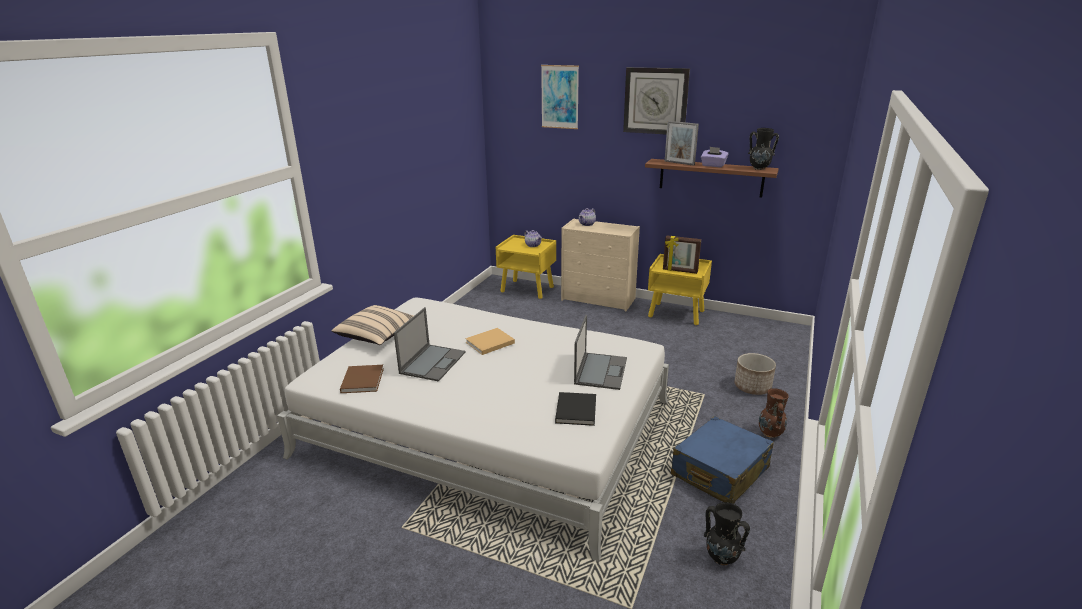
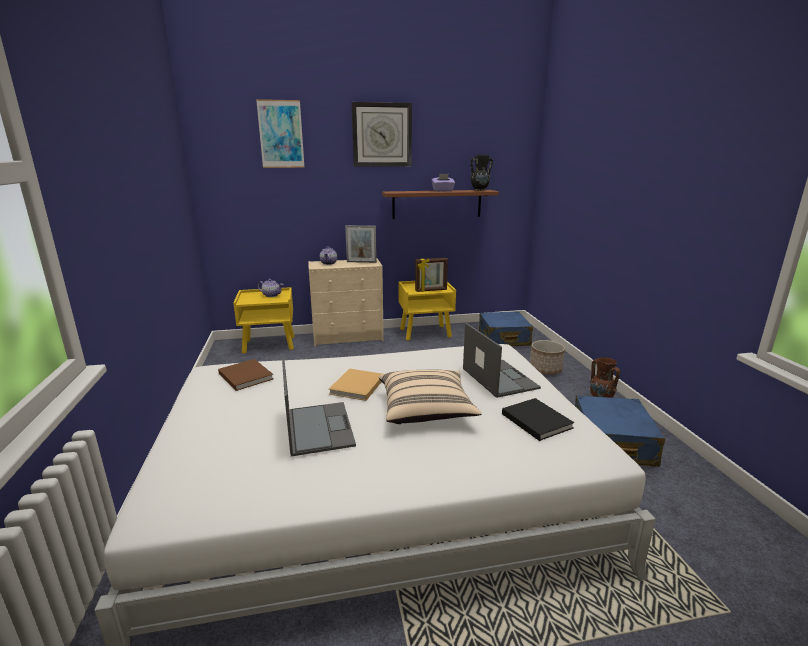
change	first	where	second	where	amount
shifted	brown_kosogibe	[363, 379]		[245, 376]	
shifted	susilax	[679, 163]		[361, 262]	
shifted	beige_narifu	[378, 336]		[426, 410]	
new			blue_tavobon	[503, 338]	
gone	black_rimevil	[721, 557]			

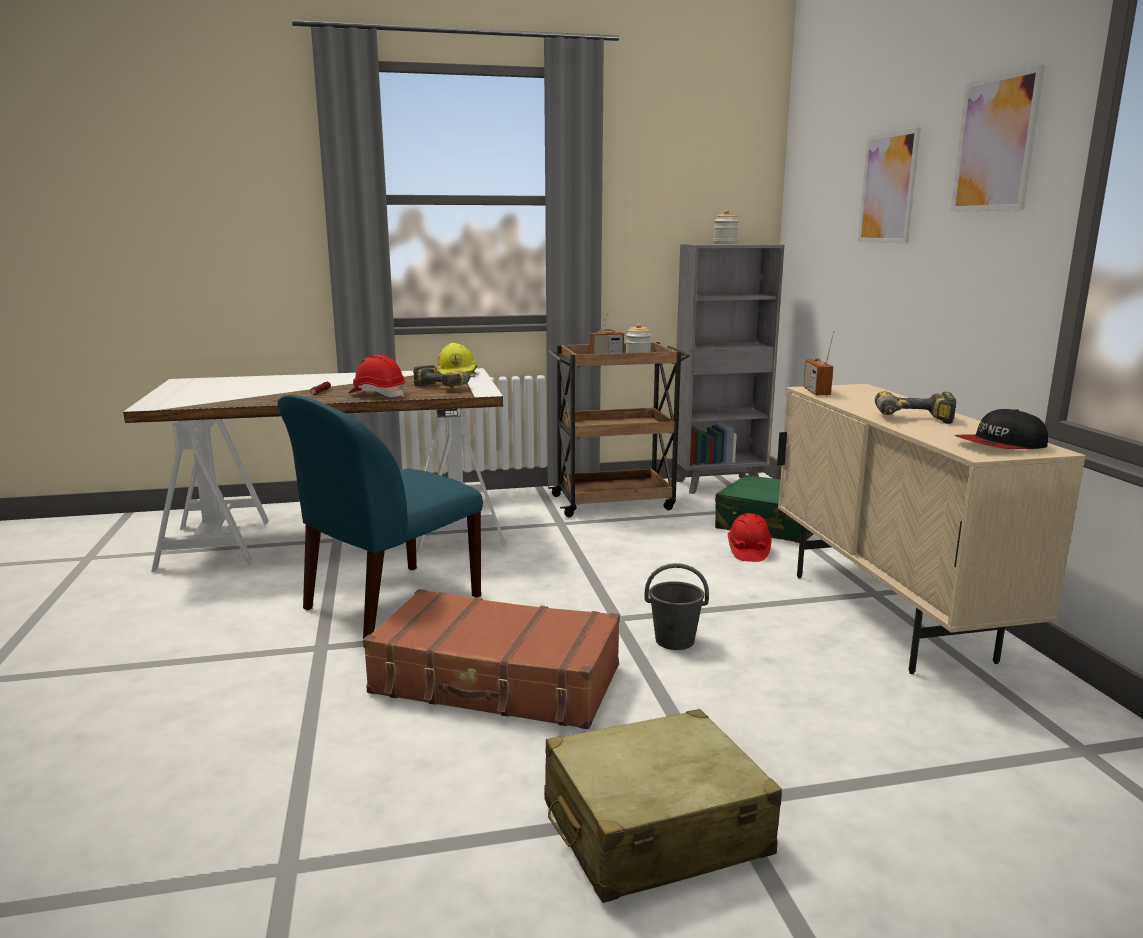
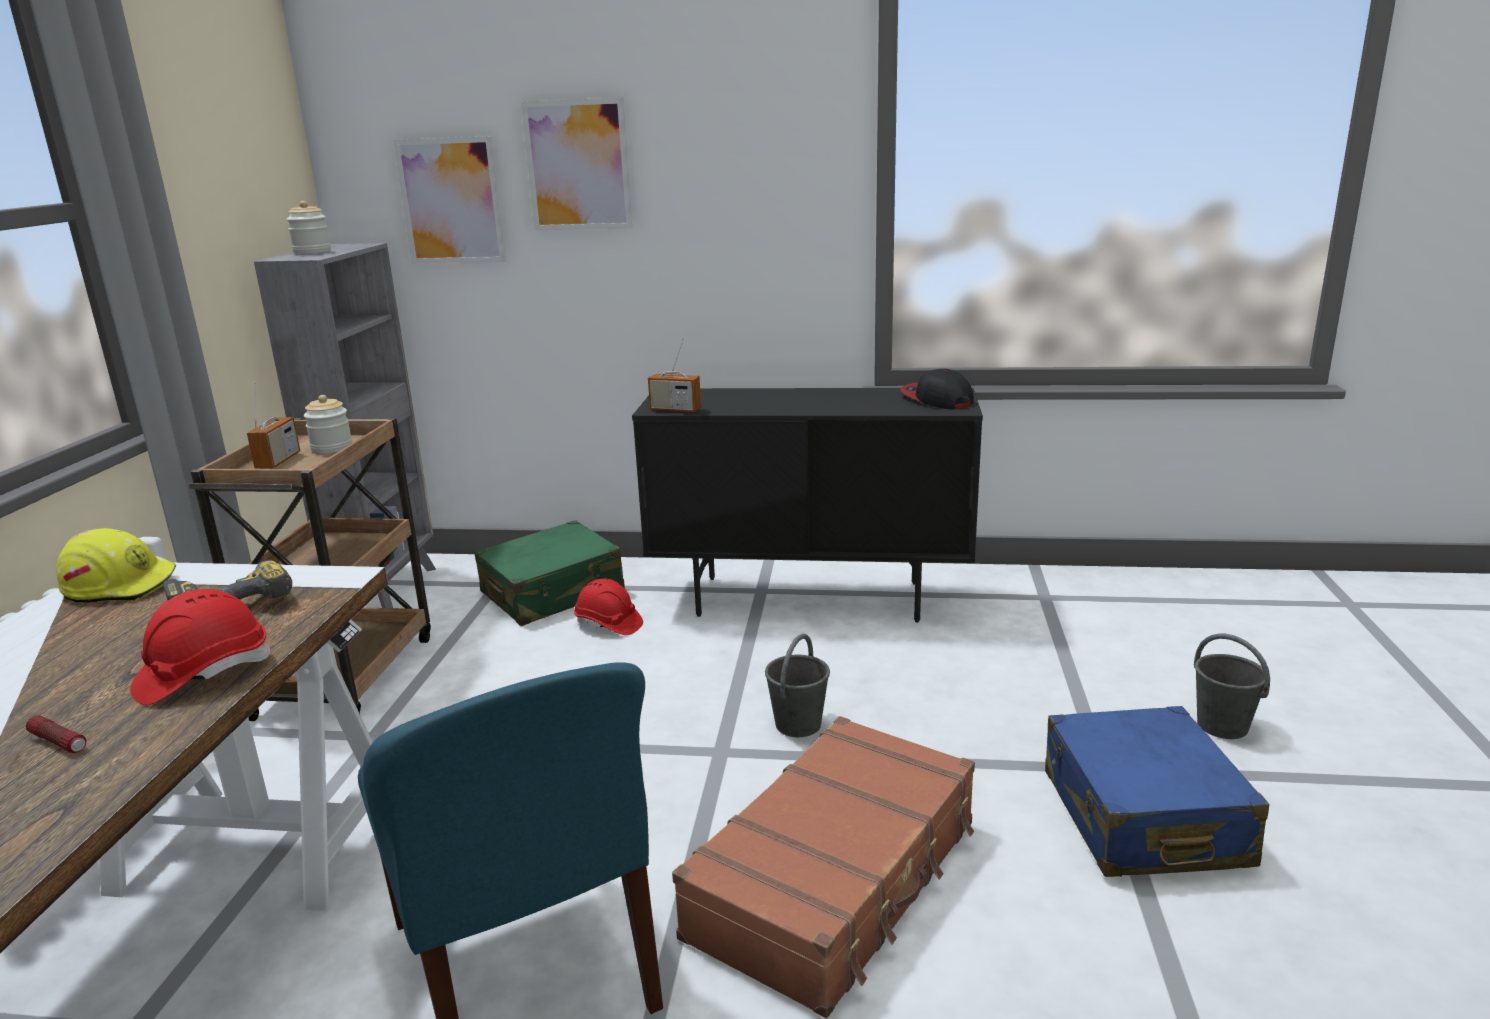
change	first	where	second	where	amount
shifted	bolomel	[995, 144]		[451, 201]	
repainted	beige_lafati	[887, 616]	black_lafati	[810, 599]	
rotated	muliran	[1000, 445]		[936, 399]	150 degrees clockwise
repainted	beige_tavobon	[654, 829]	blue_tavobon	[1142, 818]	
new			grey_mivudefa	[1223, 726]	
gone	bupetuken	[913, 420]			

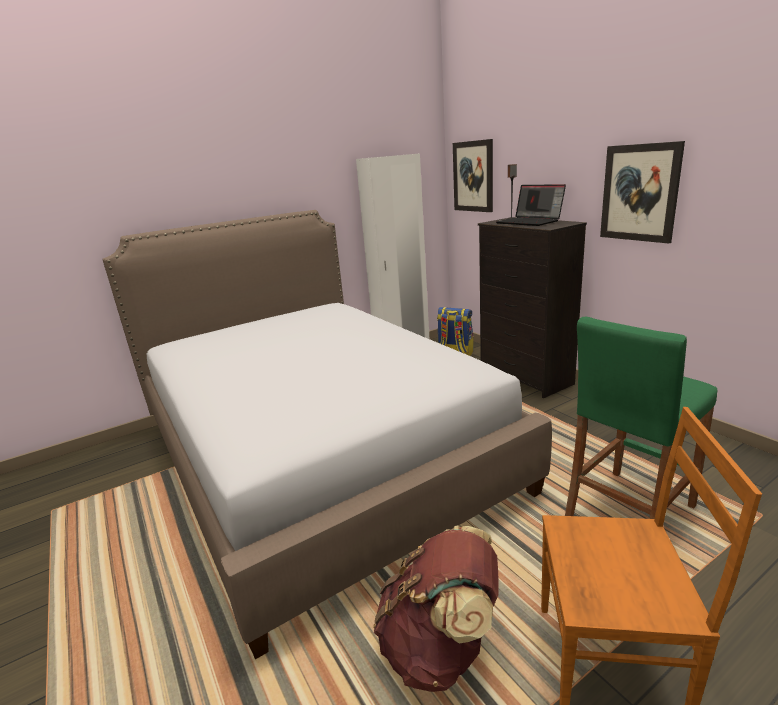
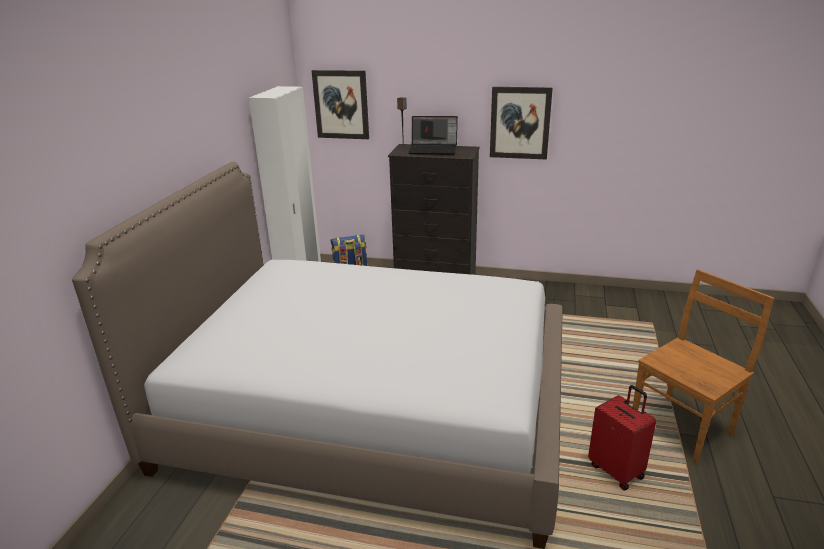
change	first	where	second	where	amount
swapped	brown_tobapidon	[440, 647]	red_tavobon	[616, 470]	
gone	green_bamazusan	[628, 513]			

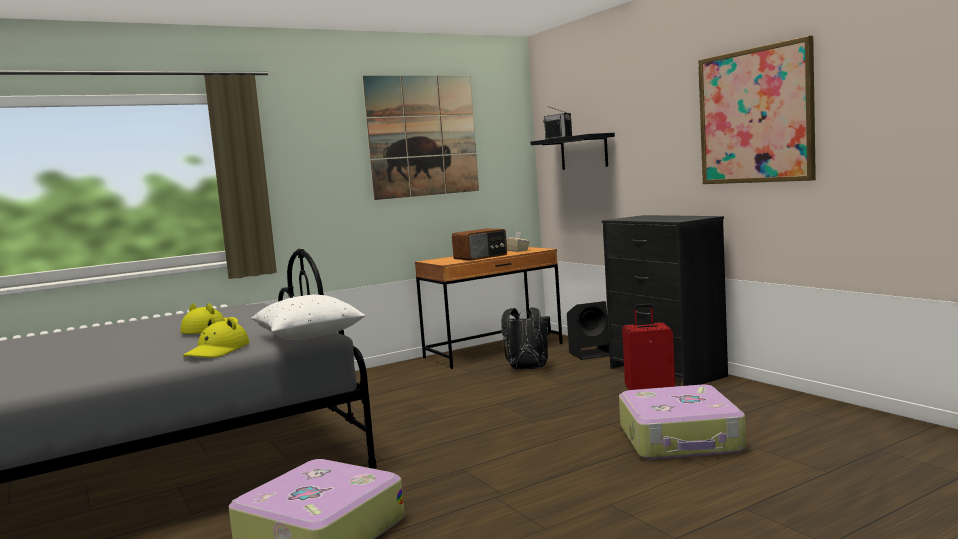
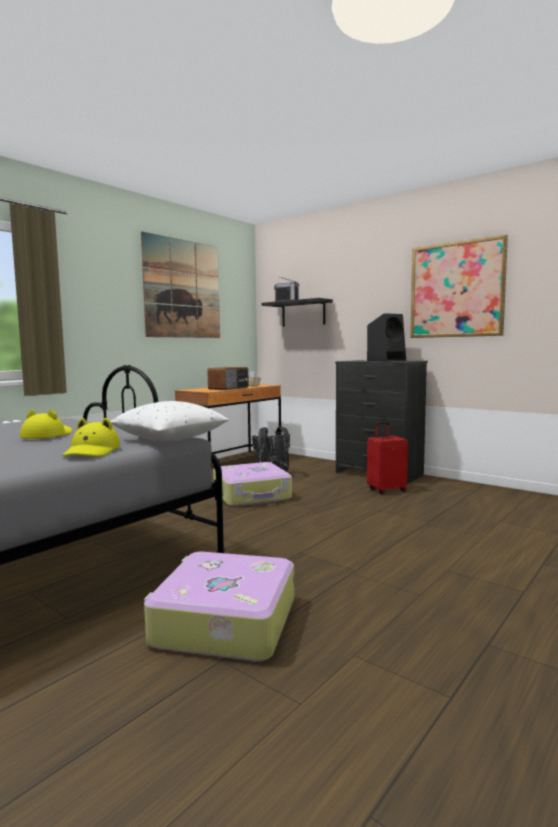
change	first	where	second	where	amount
shifted	tavobon	[681, 439]		[252, 495]	
shifted	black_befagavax	[590, 354]		[386, 360]	

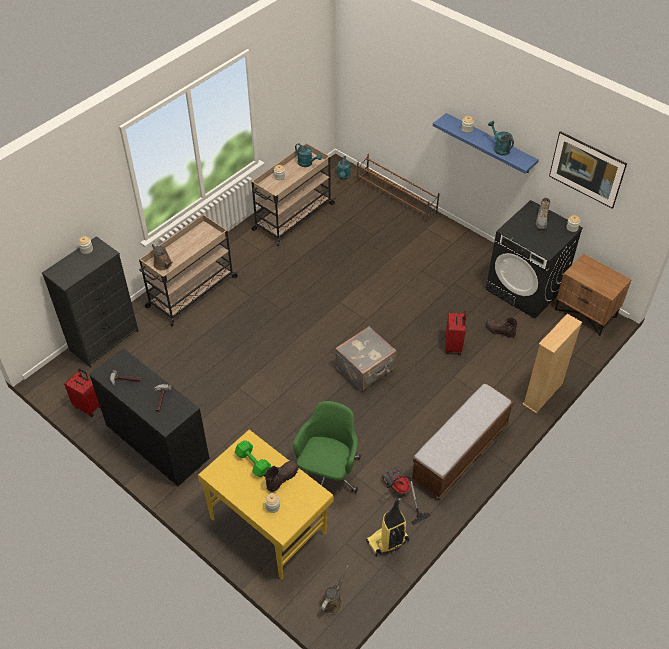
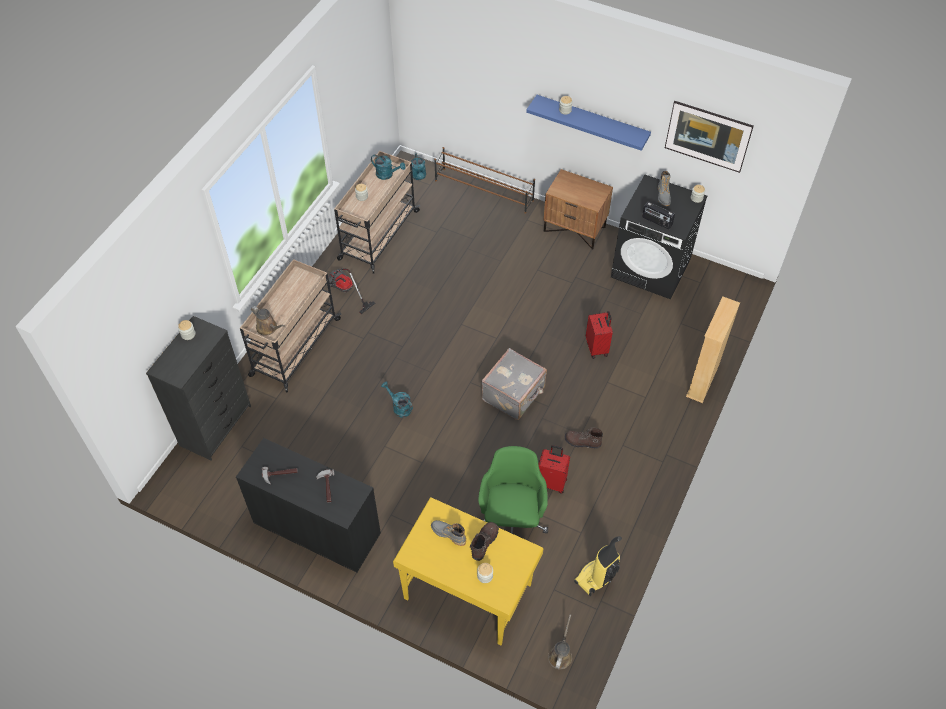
change	first	where	second	where	amount
shifted	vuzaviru	[400, 493]		[344, 291]	
shifted	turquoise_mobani	[499, 148]		[399, 407]	
swapped	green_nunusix	[253, 463]	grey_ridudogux	[448, 534]	
shifted	red_tavobon	[88, 406]		[552, 482]	
shifted	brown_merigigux	[586, 313]		[575, 229]	
shifted	brown_ridudogux	[499, 331]		[582, 442]	
new			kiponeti	[656, 221]	
gone	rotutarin	[460, 452]			

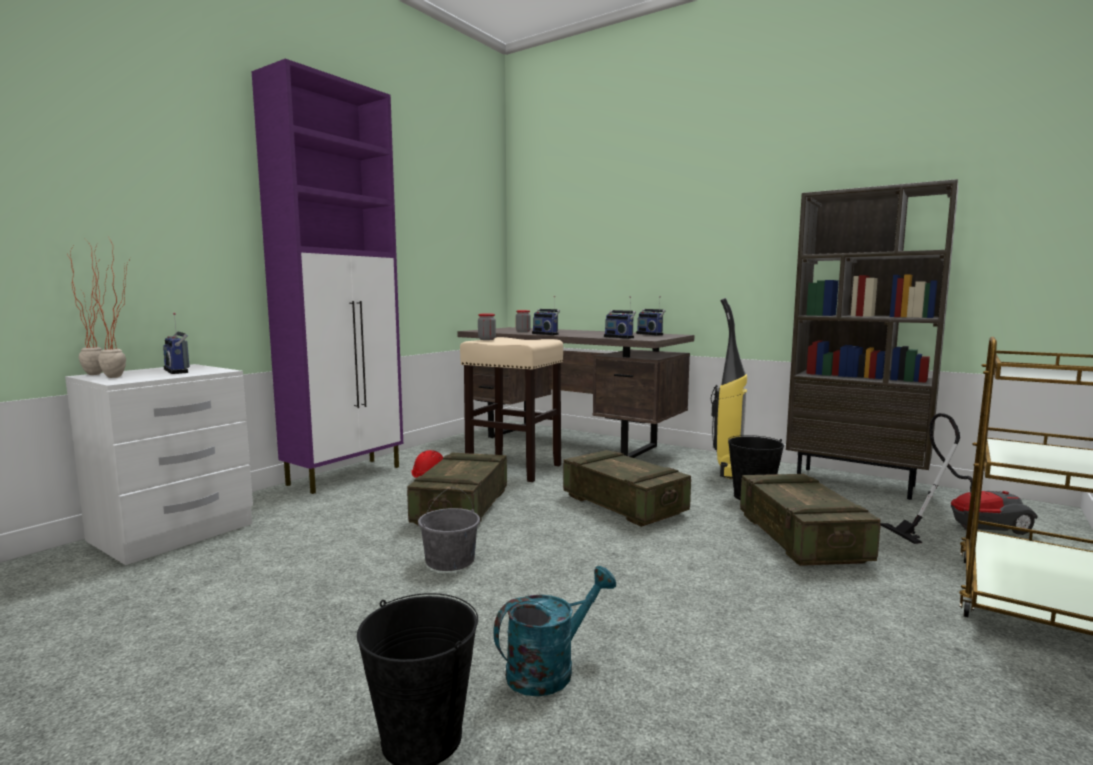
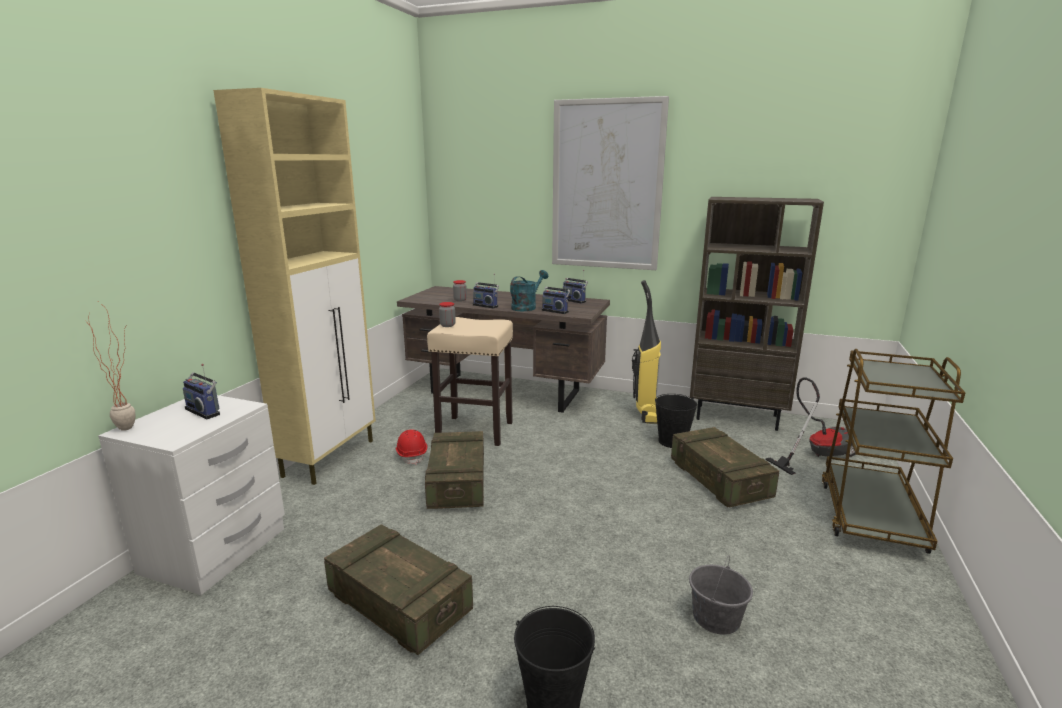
change	first	where	second	where	amount
repainted	purple_lafati	[346, 475]	beige_lafati	[330, 457]	
shifted	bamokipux	[623, 505]		[399, 604]	
shifted	turquoise_mobani	[550, 668]		[526, 307]	
new			bolomel	[606, 186]	
shifted	grey_mivudefa	[450, 560]		[716, 617]	
gone	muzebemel	[123, 376]			

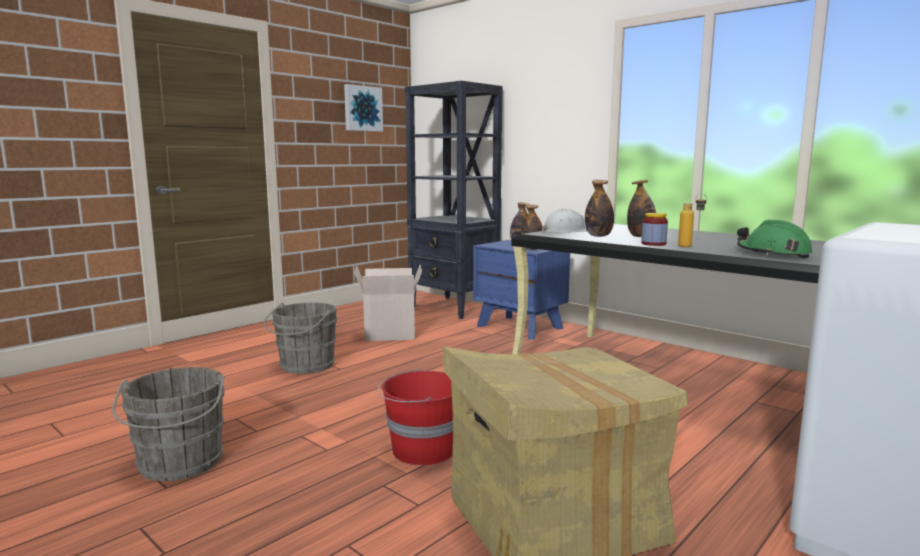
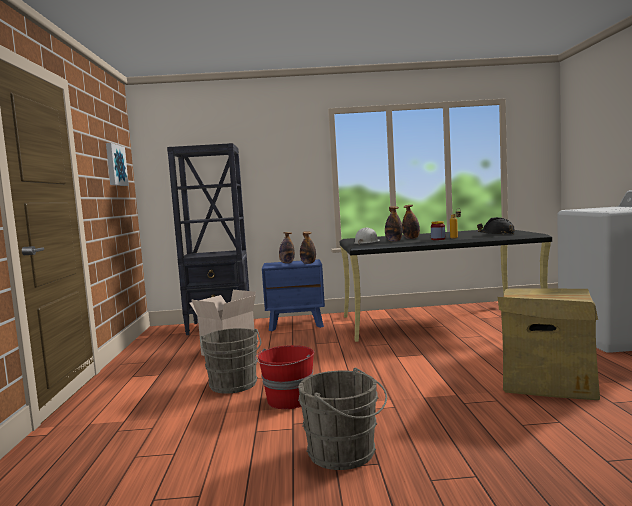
change	first	where	second	where	amount
shifted	red_mivudefa	[422, 450]		[288, 400]	
repainted	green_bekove	[773, 254]	black_bekove	[496, 234]	

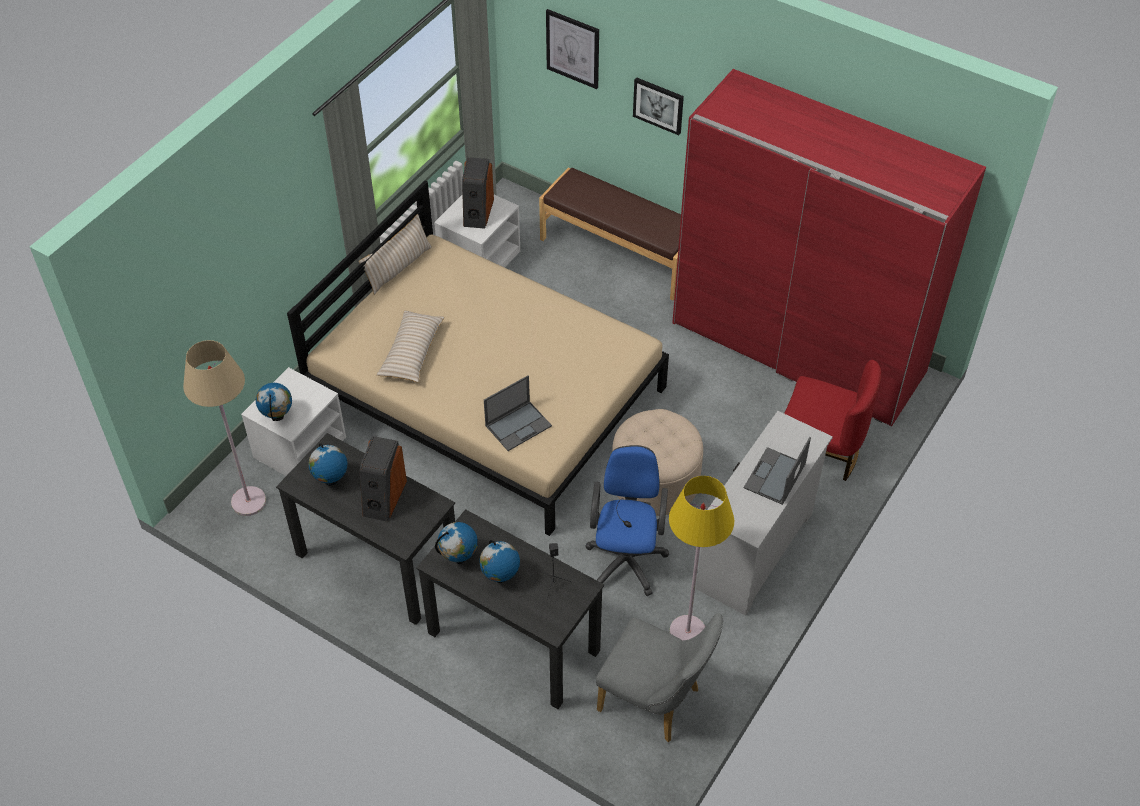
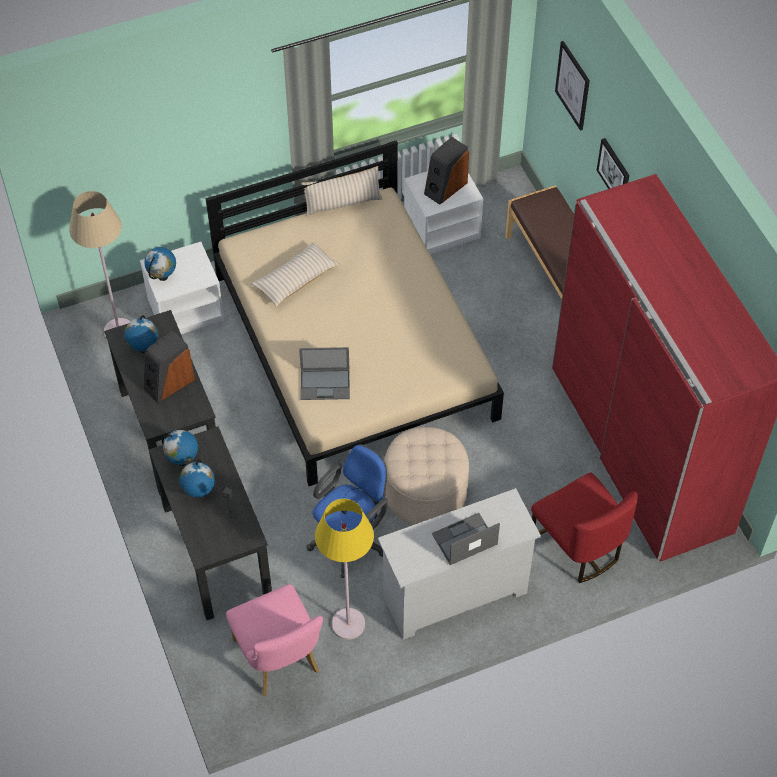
change	first	where	second	where	amount
repainted	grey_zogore	[655, 702]	pink_zogore	[279, 661]	

